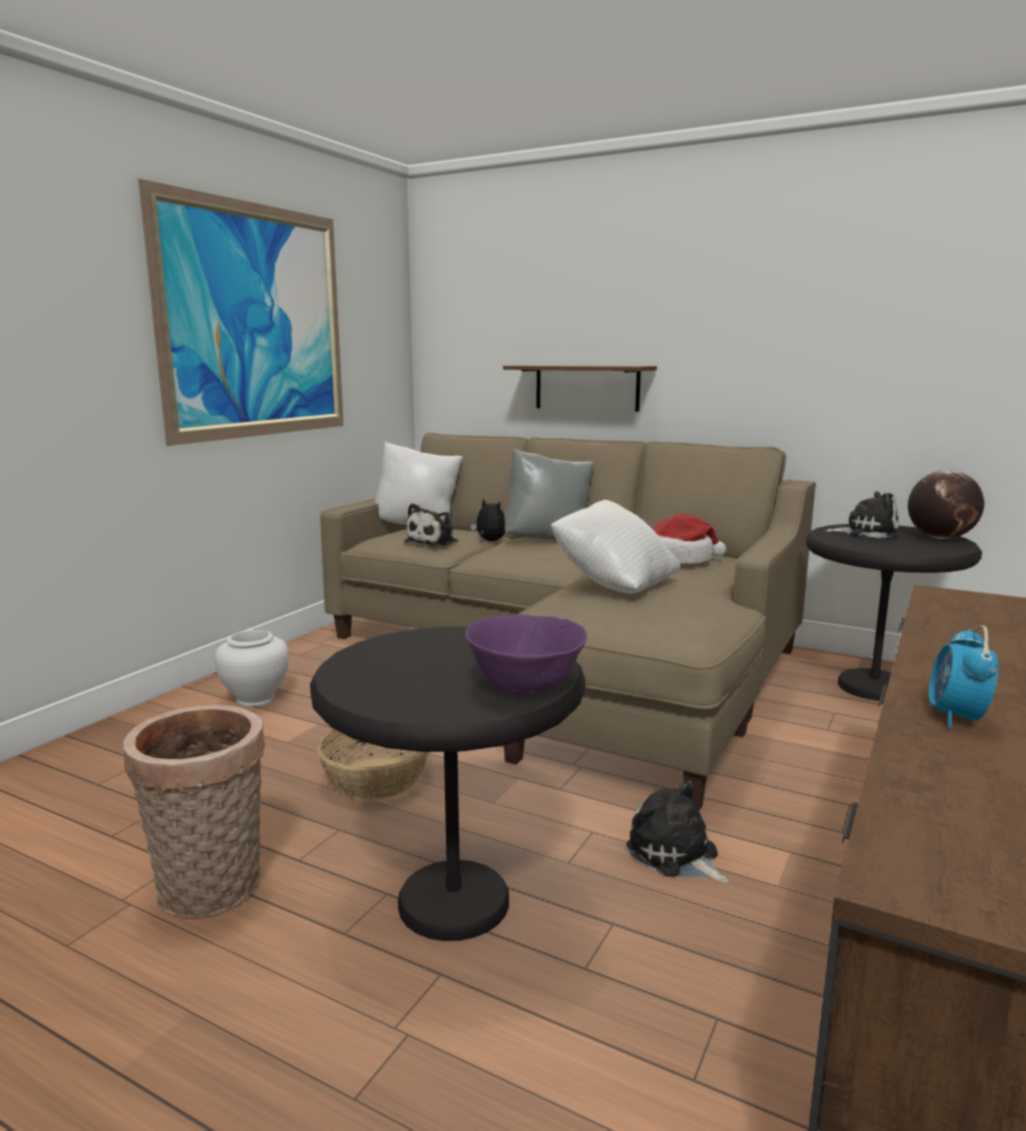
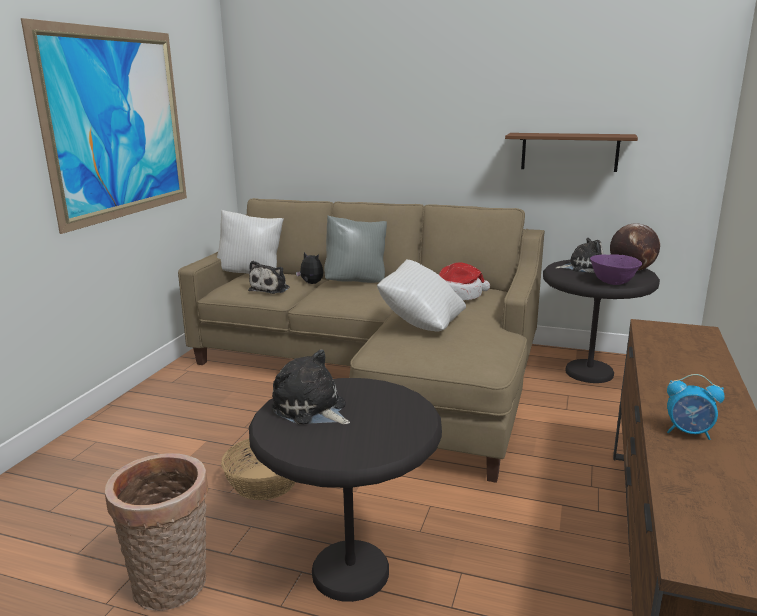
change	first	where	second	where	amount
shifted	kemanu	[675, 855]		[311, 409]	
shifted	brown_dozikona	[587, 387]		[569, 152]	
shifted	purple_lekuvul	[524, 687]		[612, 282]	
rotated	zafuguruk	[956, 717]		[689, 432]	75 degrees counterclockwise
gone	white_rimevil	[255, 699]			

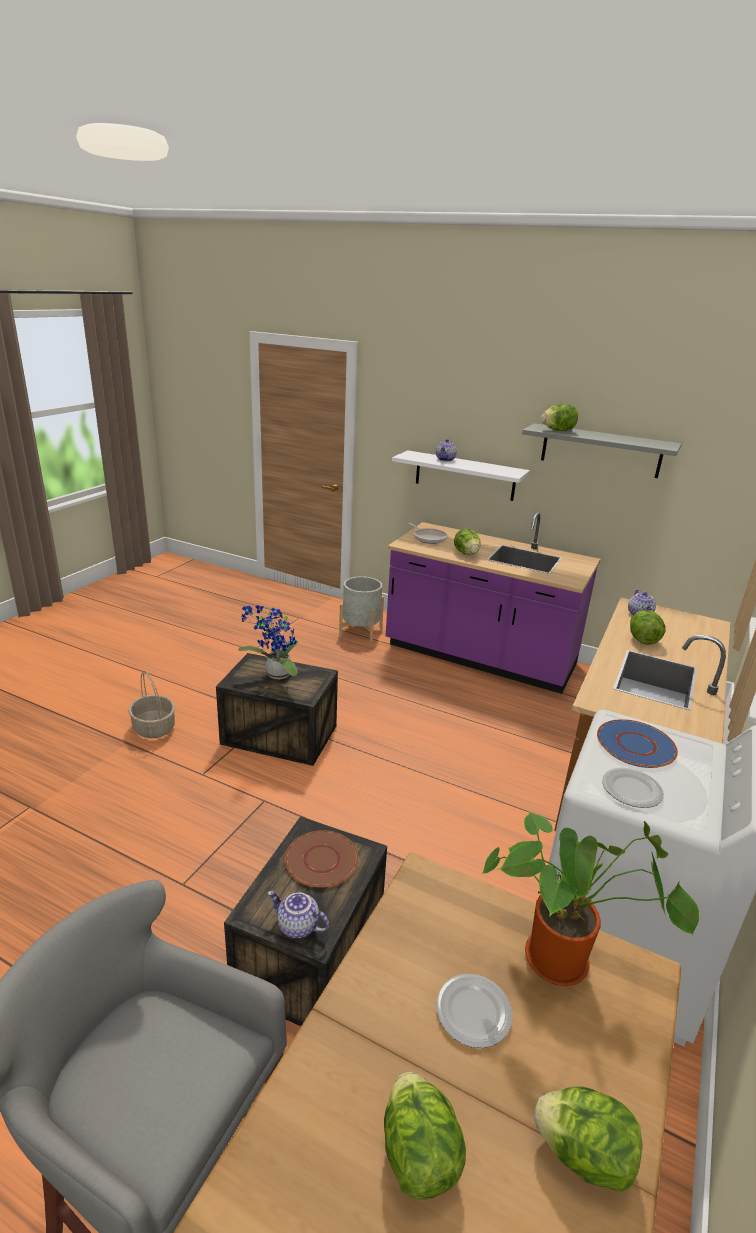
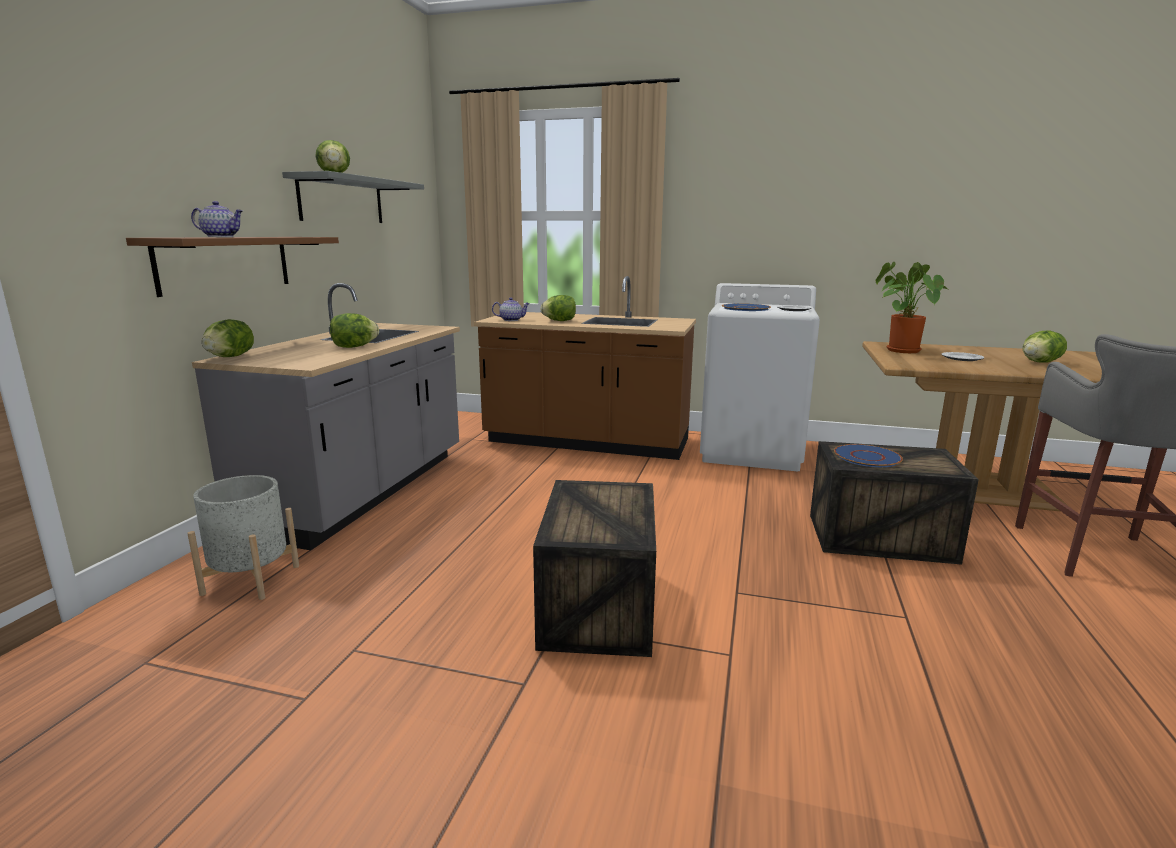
change	first	where	second	where	amount
repainted	white_dozikona	[465, 475]	brown_dozikona	[225, 263]	
repainted	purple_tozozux	[479, 657]	grey_tozozux	[363, 491]	
shifted	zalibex	[583, 1154]		[230, 357]	
repainted	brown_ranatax	[321, 859]	blue_ranatax	[867, 457]	
gone	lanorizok	[154, 728]			
gone	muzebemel	[275, 675]			
gone	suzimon	[297, 927]			
gone	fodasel	[428, 538]			

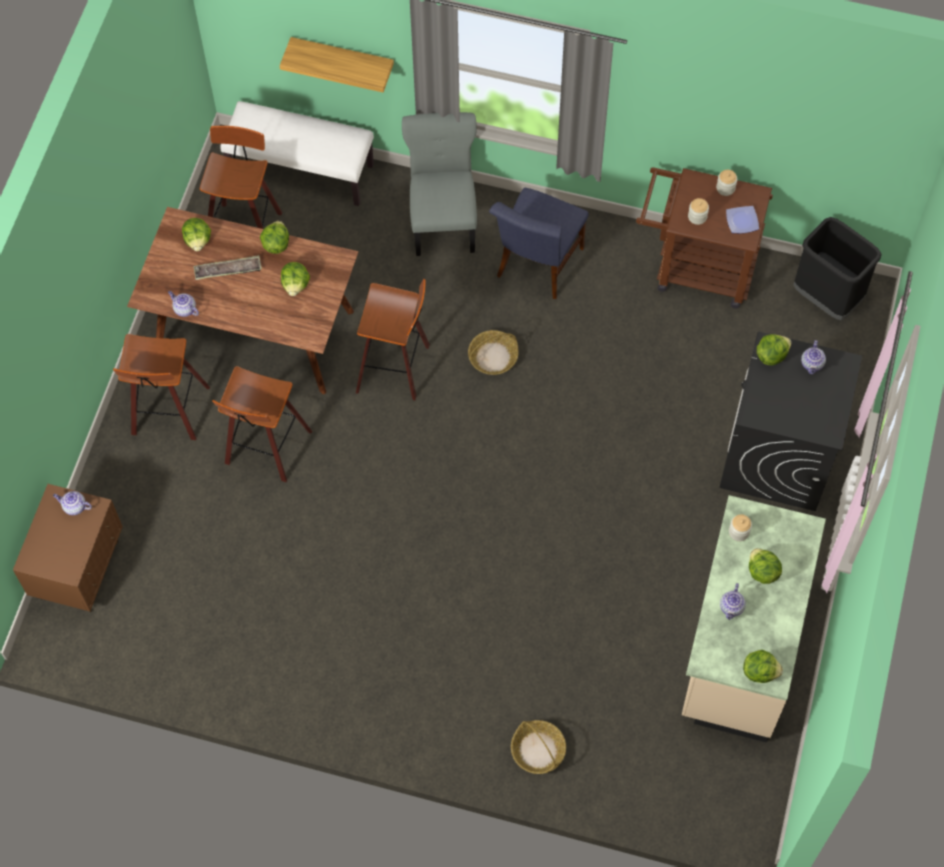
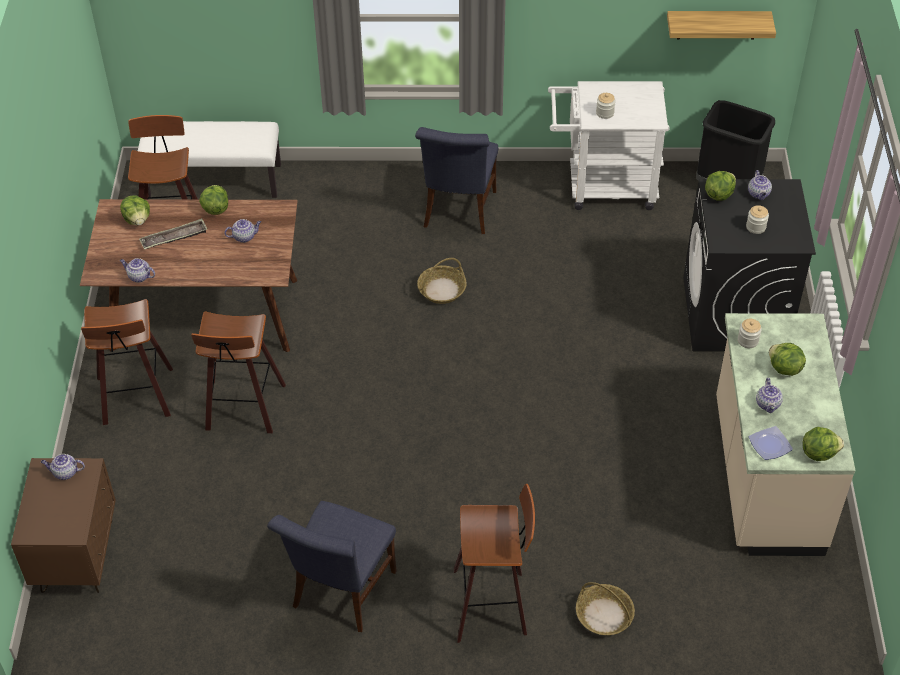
change	first	where	second	where	amount
swapped	zalibex	[296, 285]	suzimon	[244, 237]	
new			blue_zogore	[341, 594]	
shifted	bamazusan	[396, 366]		[492, 603]	
repainted	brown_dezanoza	[695, 268]	white_dezanoza	[602, 187]	
shifted	dozikona	[343, 58]		[717, 24]	
shifted	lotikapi	[725, 188]		[756, 227]	
shifted	ranatax	[741, 221]		[769, 446]	
gone	grey_zogore	[443, 220]			

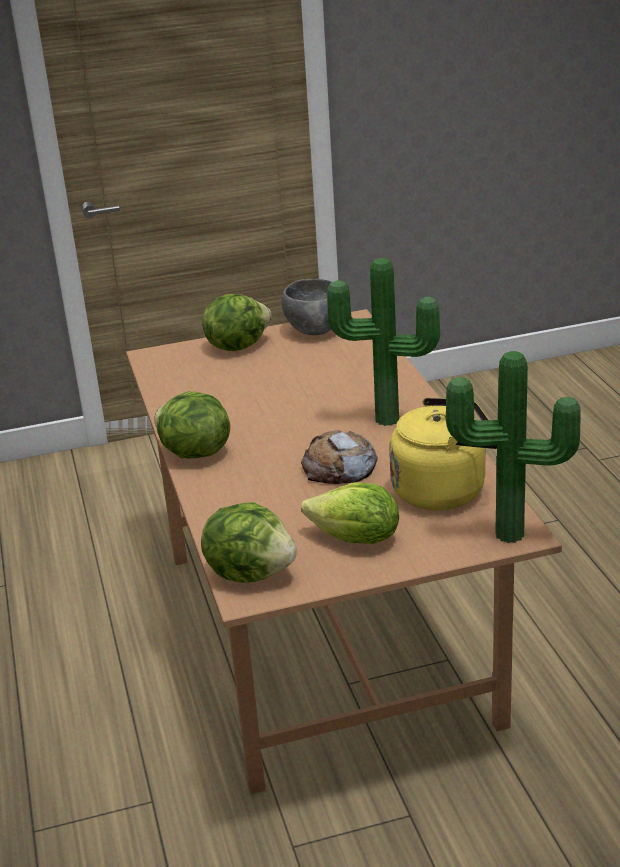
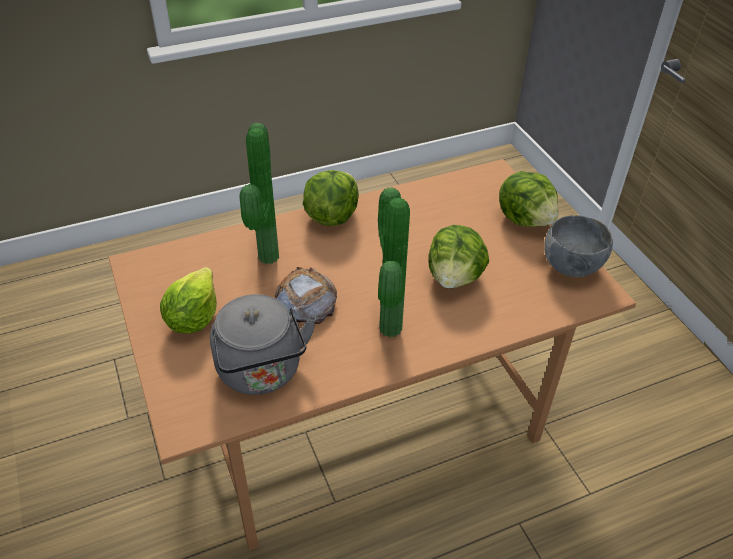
change	first	where	second	where	amount
repainted	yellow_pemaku	[444, 490]	grey_pemaku	[262, 372]	
shifted	muzebemel	[510, 538]		[264, 257]	
shifted	zalibex	[251, 572]		[454, 277]	

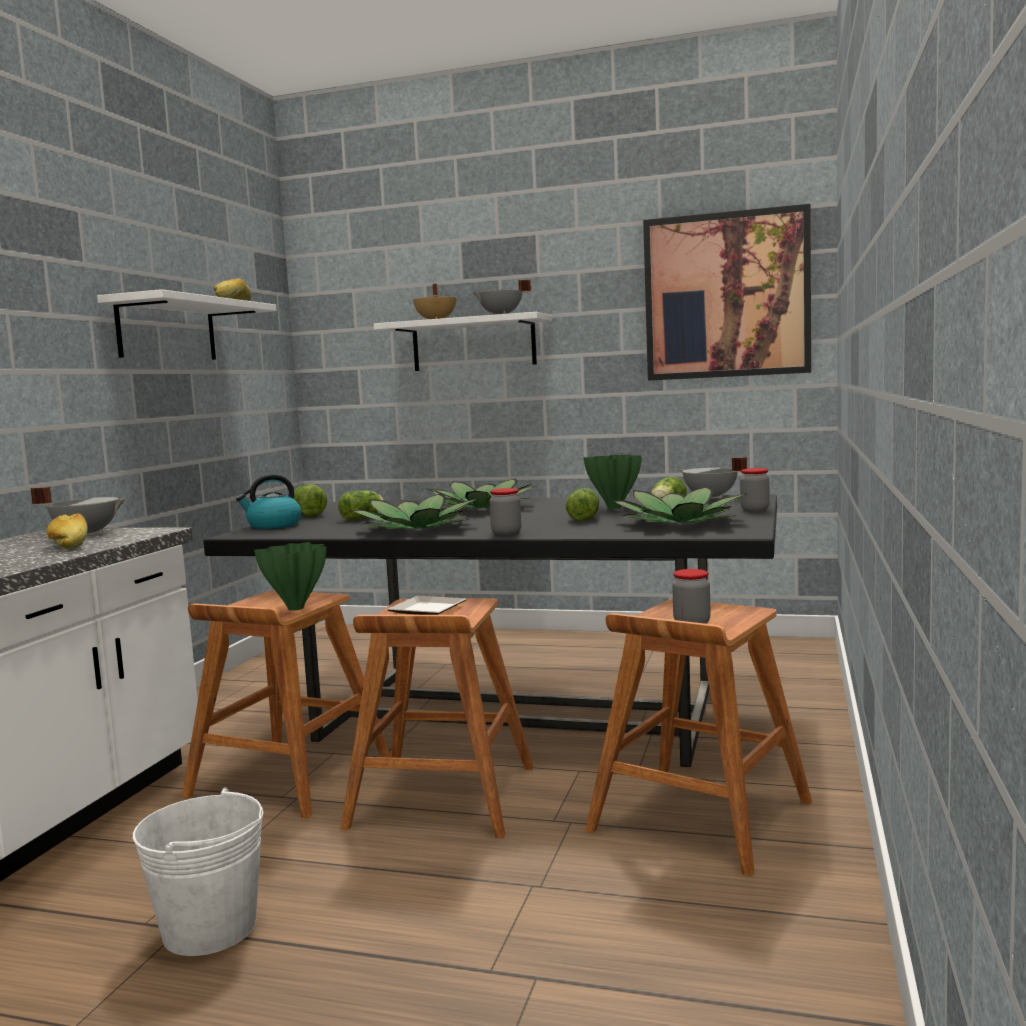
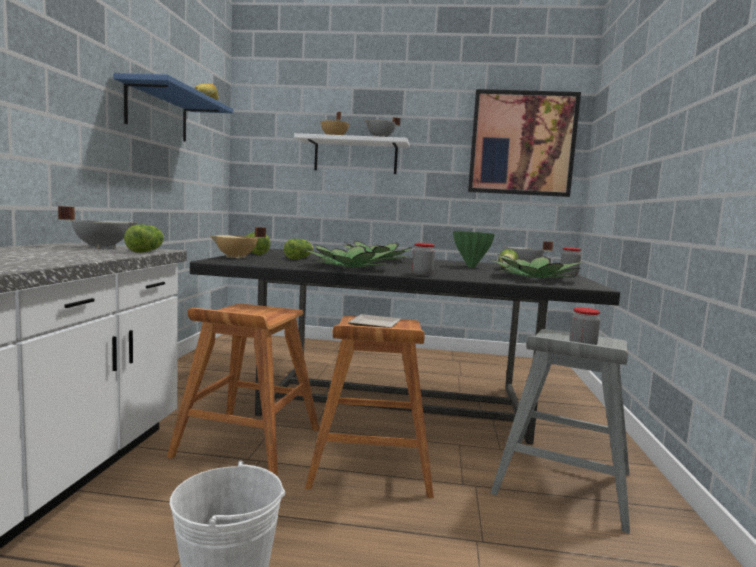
change	first	where	second	where	amount
repainted	white_dozikona	[167, 330]	blue_dozikona	[157, 113]	
shifted	zalibex	[584, 518]		[147, 251]	
swapped	pemaku	[273, 525]	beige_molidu	[236, 257]	
repainted	brown_bamazusan	[699, 817]	grey_bamazusan	[562, 483]	
gone	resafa	[68, 546]			
gone	green_rimevil	[297, 608]			

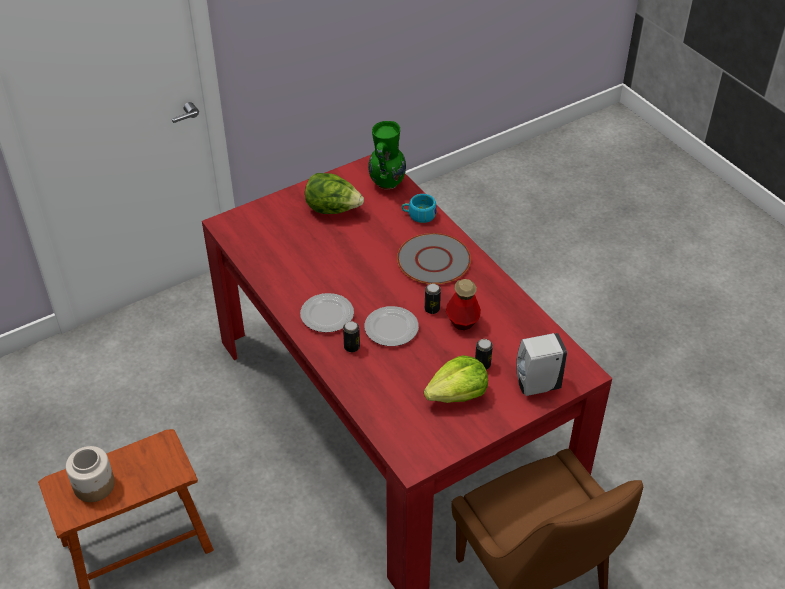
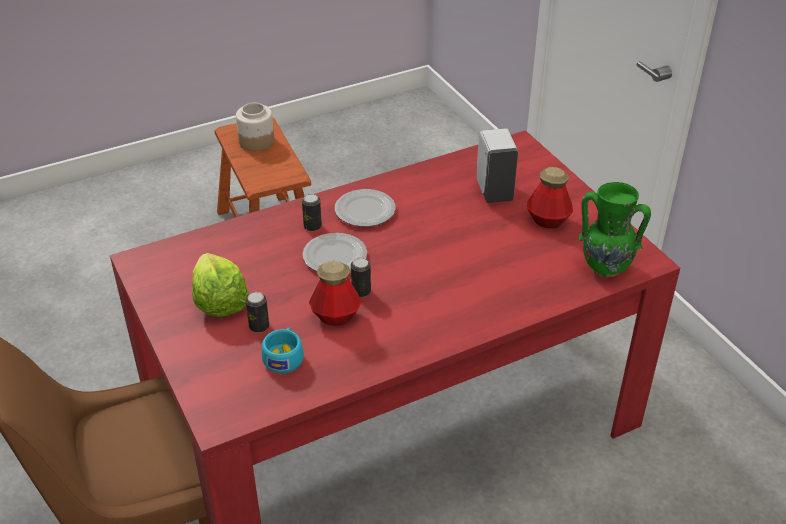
change	first	where	second	where	amount
shifted	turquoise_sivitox	[418, 215]		[284, 357]	
shifted	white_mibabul	[535, 385]		[494, 191]	
swapped	zalibex	[333, 209]	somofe	[548, 220]	
gone	grey_ranatax	[434, 260]			

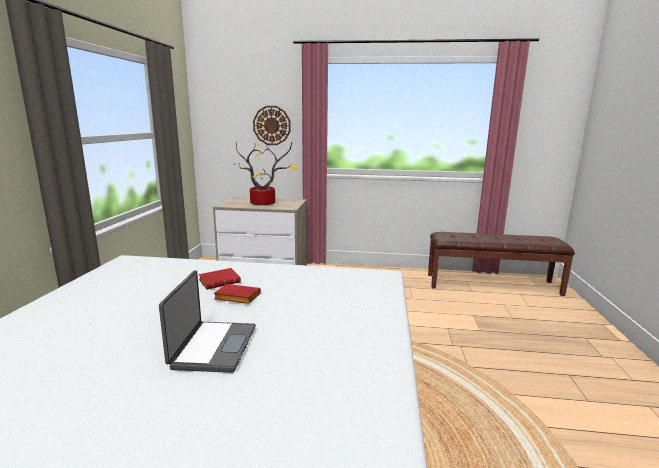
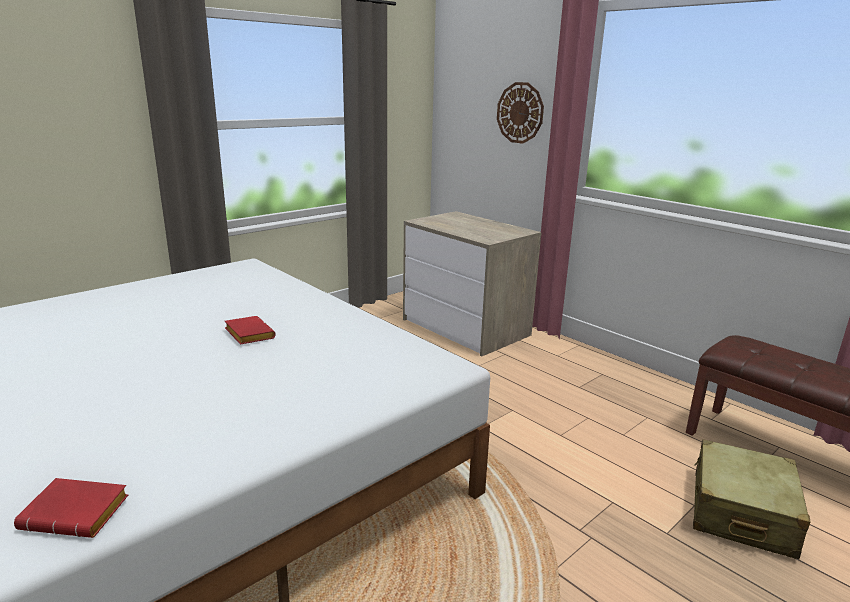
change	first	where	second	where	amount
shifted	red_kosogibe	[220, 281]		[79, 513]	
new			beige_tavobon	[741, 512]	
gone	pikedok	[213, 347]			
gone	muzebemel	[265, 203]			

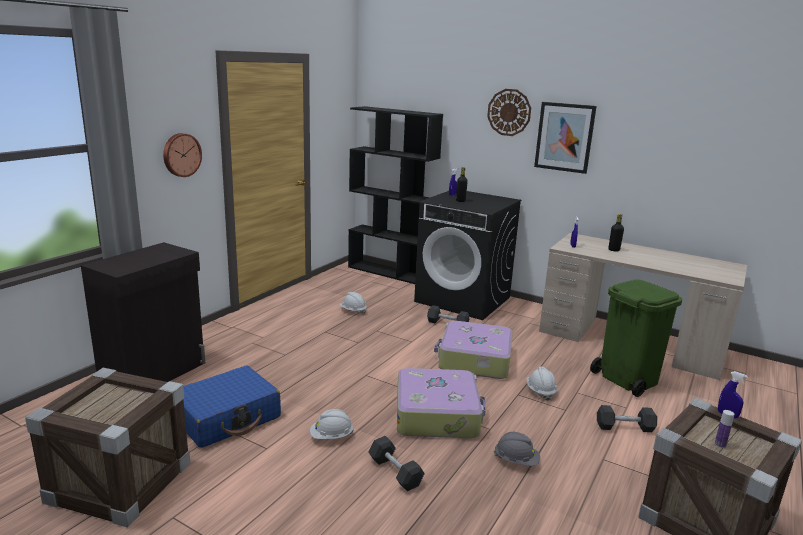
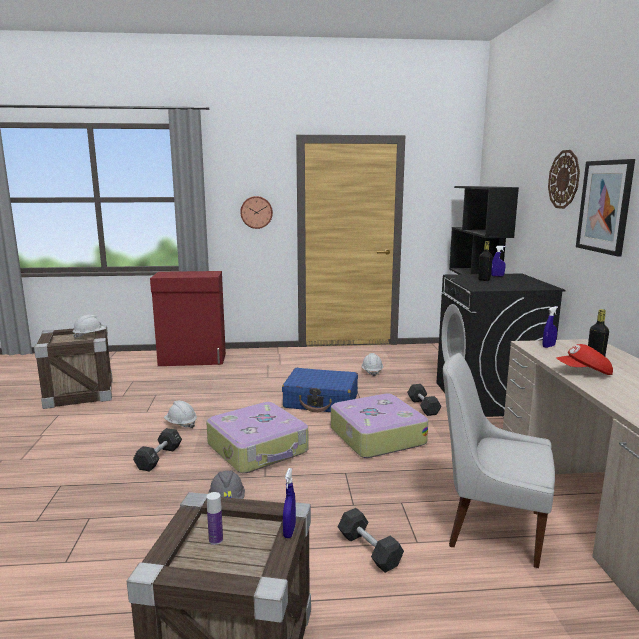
change	first	where	second	where	amount
shifted	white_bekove	[540, 391]		[90, 335]	
repainted	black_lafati	[155, 374]	red_lafati	[193, 360]	
shifted	blue_tavobon	[227, 417]		[321, 401]	
swapped	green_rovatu	[626, 379]	white_zogore	[490, 528]	
new			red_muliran	[584, 373]	

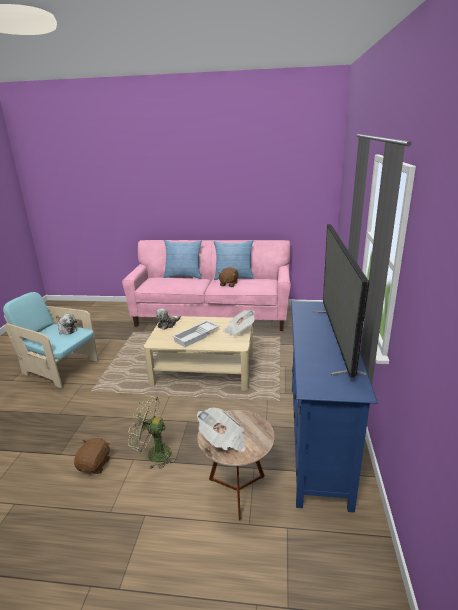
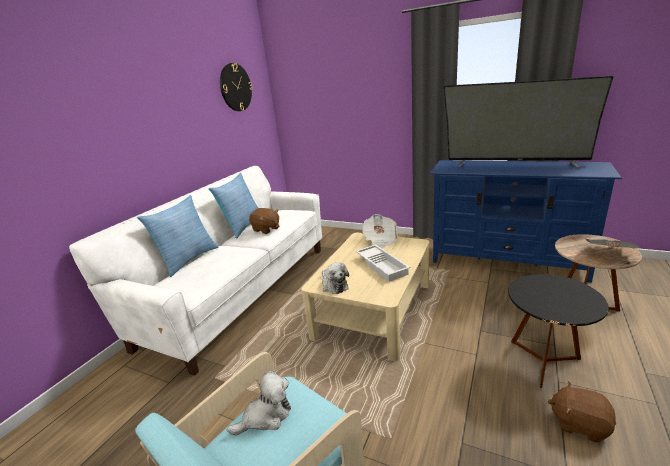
change	first	where	second	where	amount
repainted	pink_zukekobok	[211, 316]	white_zukekobok	[241, 292]	
new			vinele	[235, 87]	
swapped	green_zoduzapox	[153, 454]	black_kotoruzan	[544, 362]	

